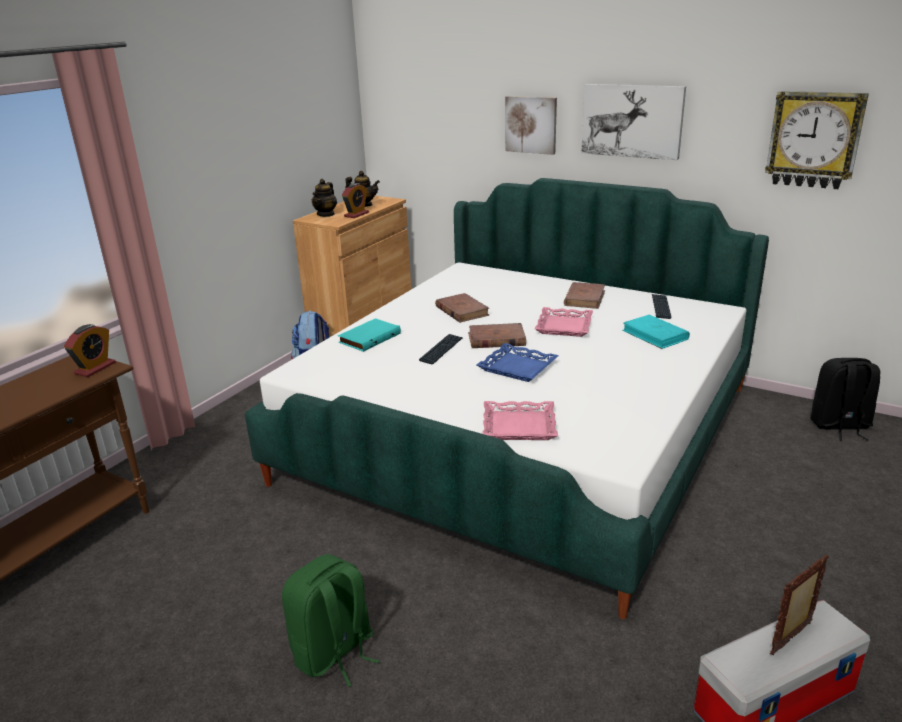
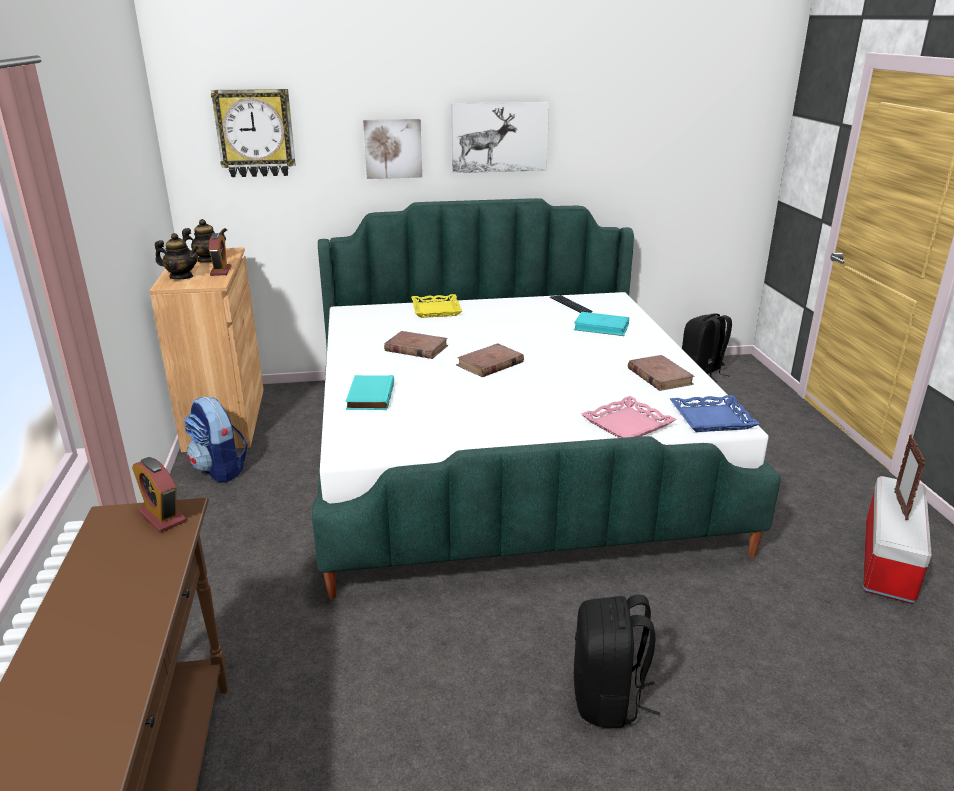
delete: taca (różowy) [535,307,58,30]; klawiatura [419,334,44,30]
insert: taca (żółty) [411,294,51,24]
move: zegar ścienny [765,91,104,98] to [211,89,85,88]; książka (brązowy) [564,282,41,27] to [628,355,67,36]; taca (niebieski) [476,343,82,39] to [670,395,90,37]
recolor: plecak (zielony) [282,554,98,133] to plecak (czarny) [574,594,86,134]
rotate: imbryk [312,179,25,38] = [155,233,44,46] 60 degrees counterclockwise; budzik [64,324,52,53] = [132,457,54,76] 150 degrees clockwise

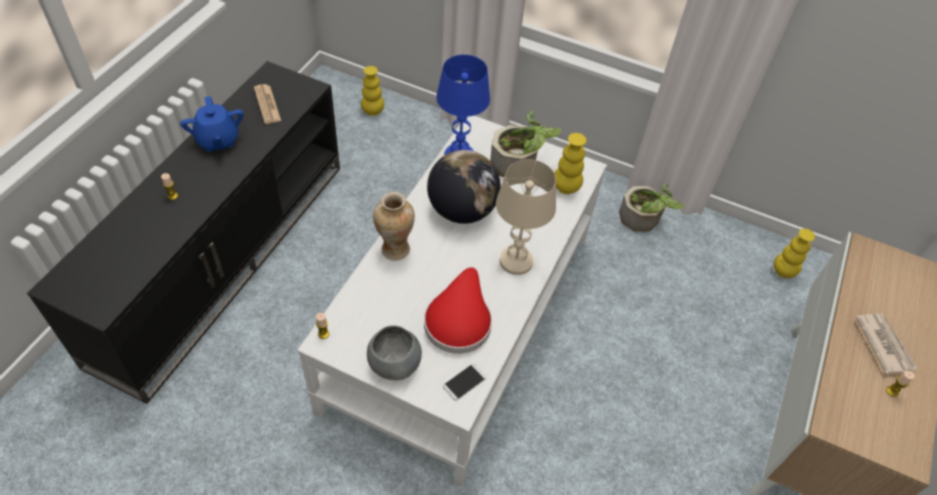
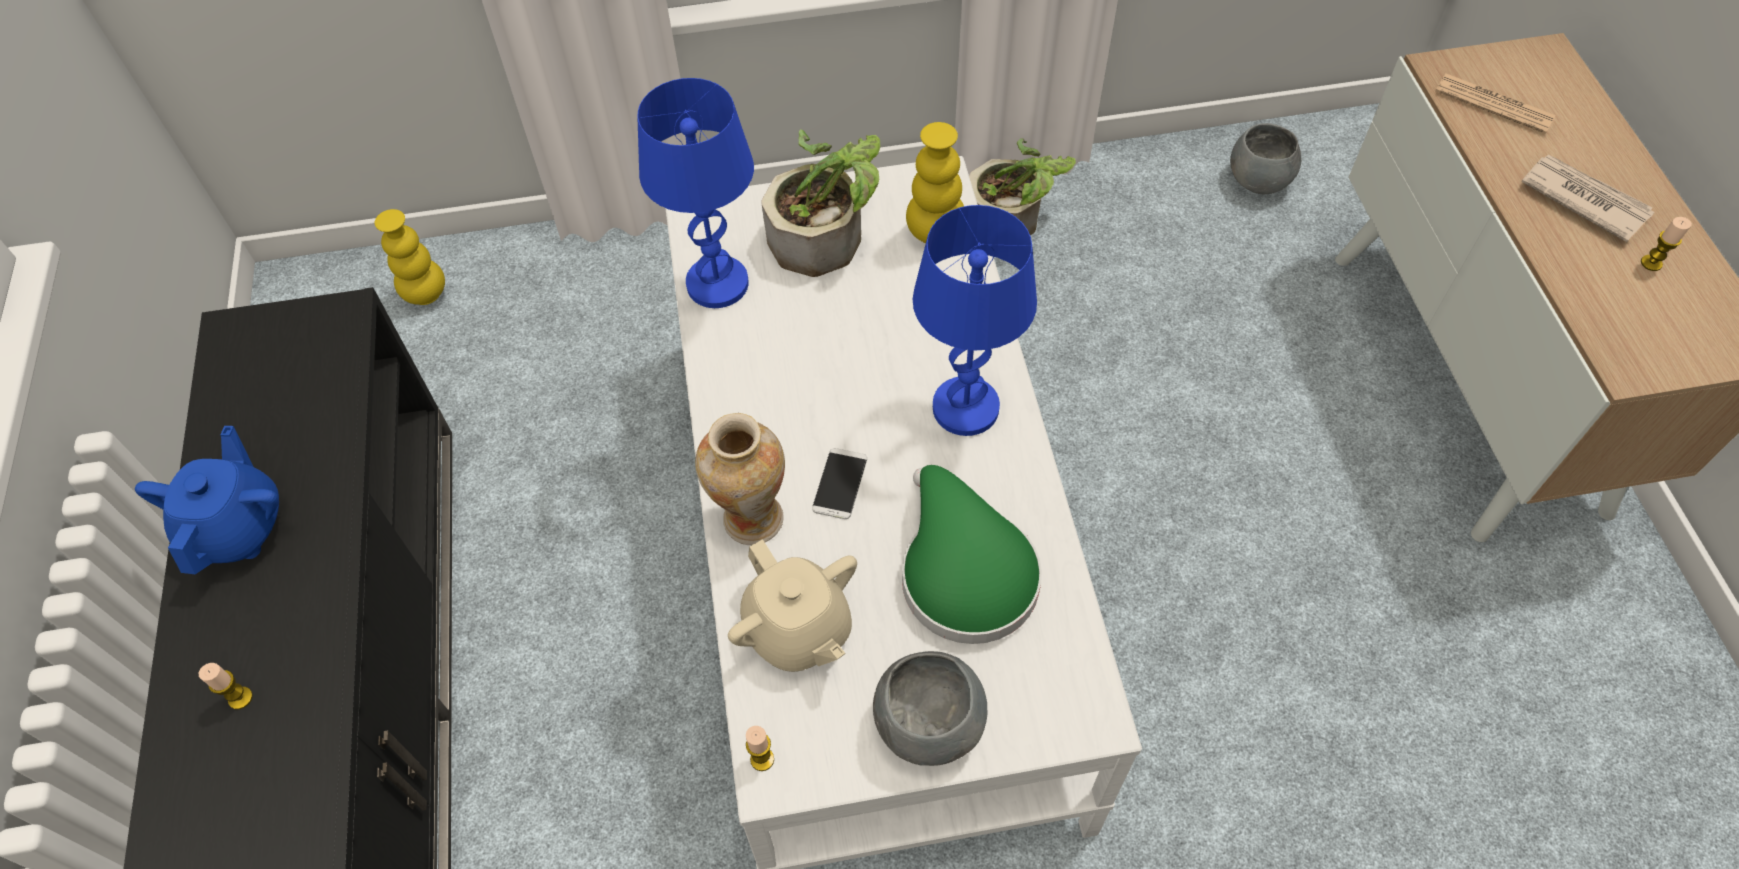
delete: globus [427,150,74,74]
insert: imbryk (beżowy) [728,539,129,133]
move: gazeta [254,84,27,40] to [1435,74,120,60]; telefon [443,364,43,37] to [812,448,55,71]
replace: wazon (żółty) [773,229,42,49] to miska (szary) [1230,123,72,71]
recolor: lampa stołowa (beżowy) [496,159,60,116] to lampa stołowa (niebieski) [913,205,124,231]; kapelusz (czerwony) [424,267,68,87] to kapelusz (zielony) [902,465,140,179]
rotate: imbryk (niebieski) [180,96,64,56] = [135,426,144,148] 120 degrees counterclockwise

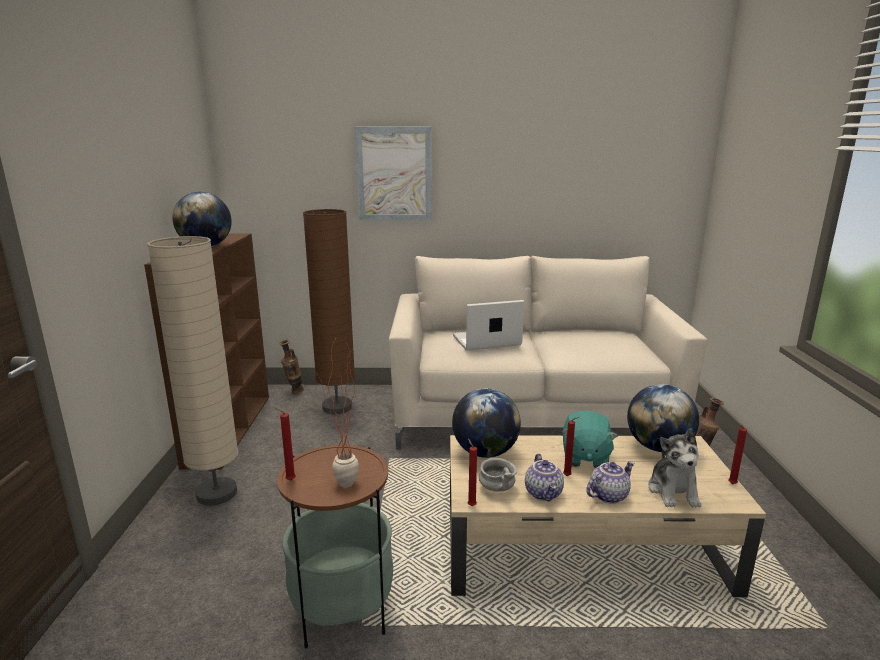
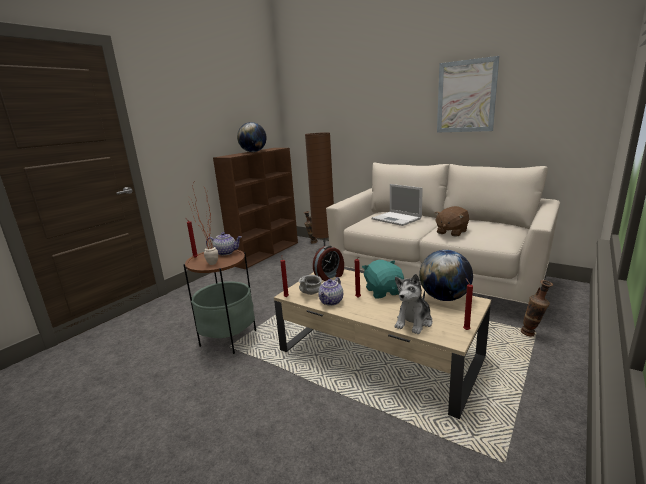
delete: lampa stojąca (beżowy) [147,236,91,270]
insert: pluszak (brązowy) [435,206,34,31]
move: obraz [355,127,77,93] to [437,56,62,76]; imbryk [586,461,49,42] to [206,232,36,24]
replace: globus [452,388,69,70] to budzik [313,245,31,36]
rotate: laptop [453,300,71,51] = [371,184,52,42] 150 degrees counterclockwise; pluszak (turkusowy) [562,410,56,58] = [362,260,42,39] 120 degrees clockwise

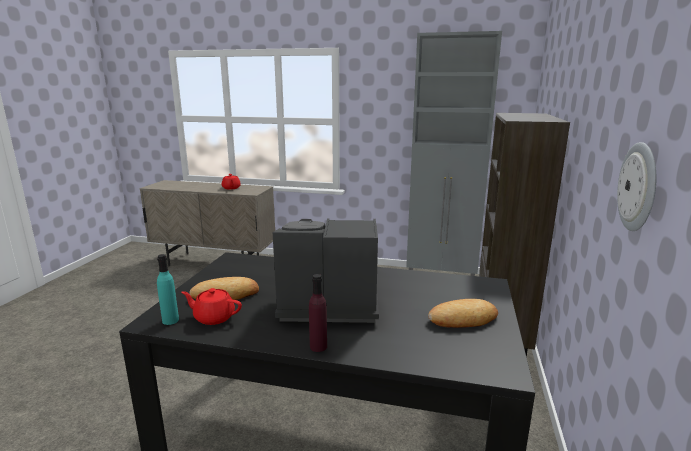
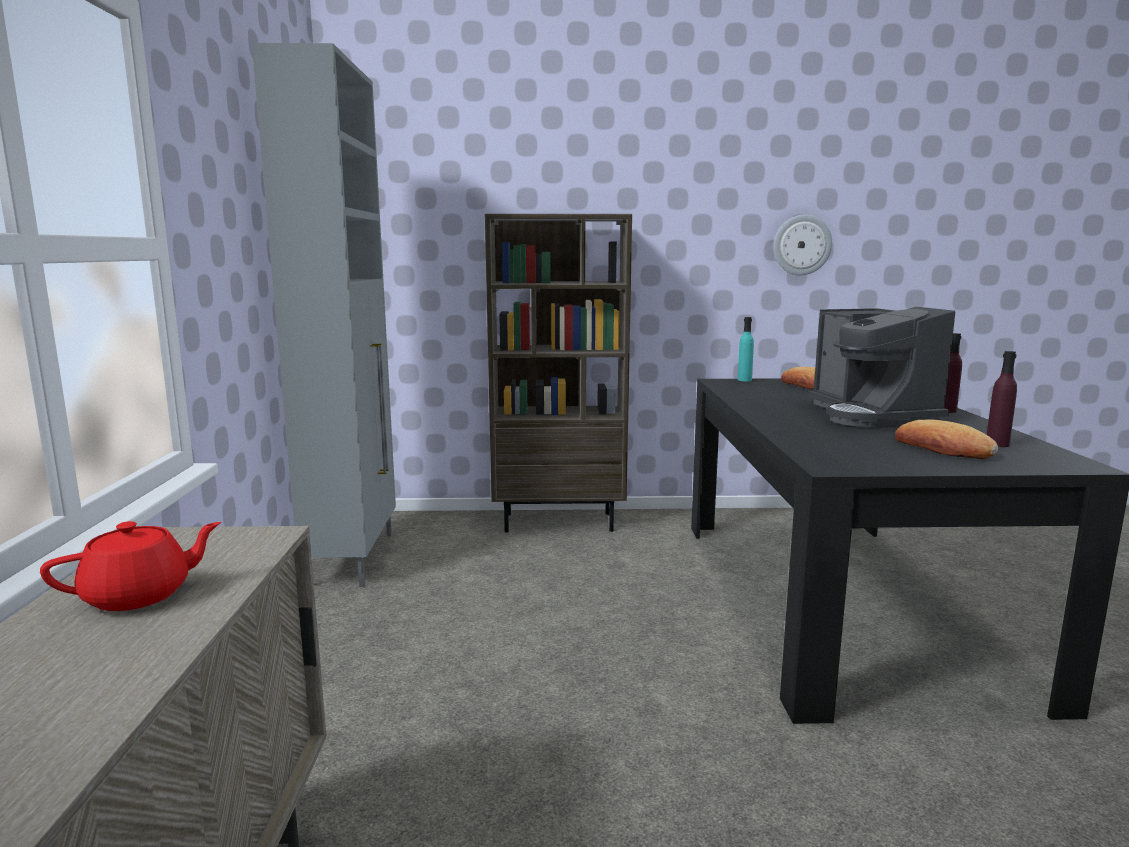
move: butelka (turkusowy) [157,254,22,71] to [738,317,16,64]
replace: imbryk (czerwony) [181,288,61,37] to butelka (fioletowy) [987,351,30,96]

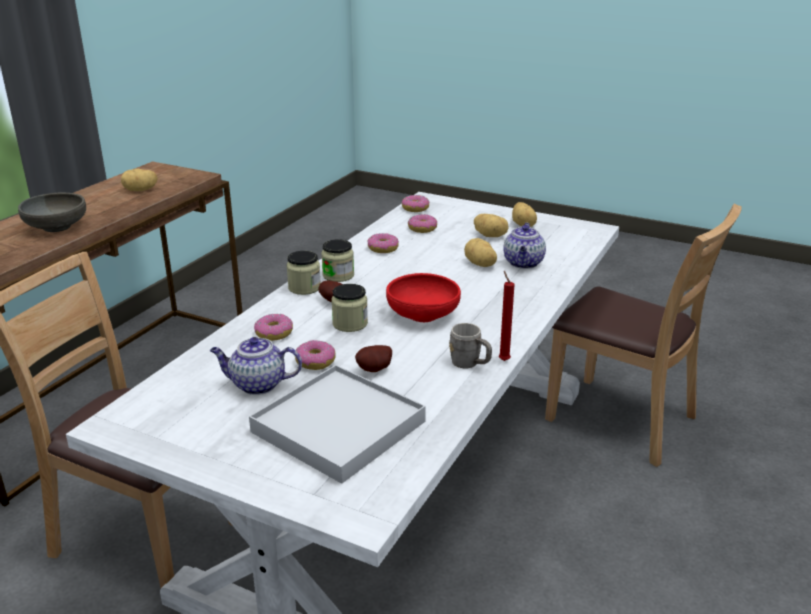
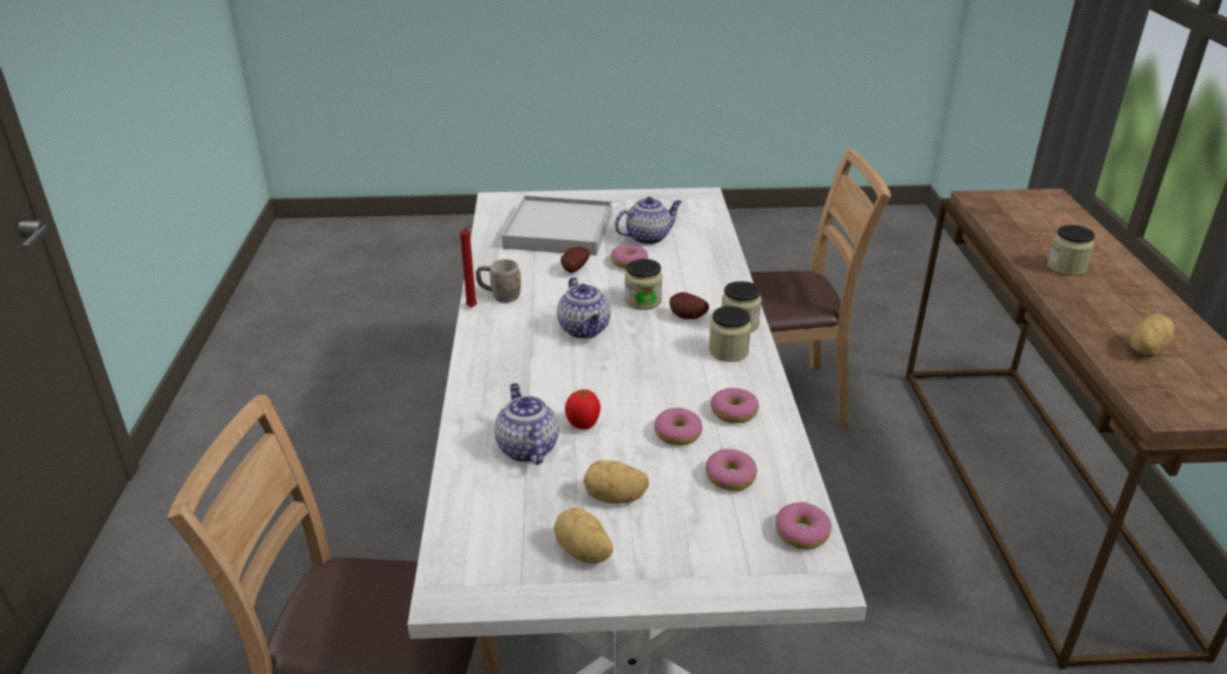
move: donut [254,314,39,27] to [654,407,48,39]
replace: miska (szary) [18,193,68,39] to słoik [1047,225,48,51]; ziemniak [464,238,33,29] to pomidor [565,389,36,41]; miska (czerwony) [386,273,75,49] to imbryk [557,277,54,62]

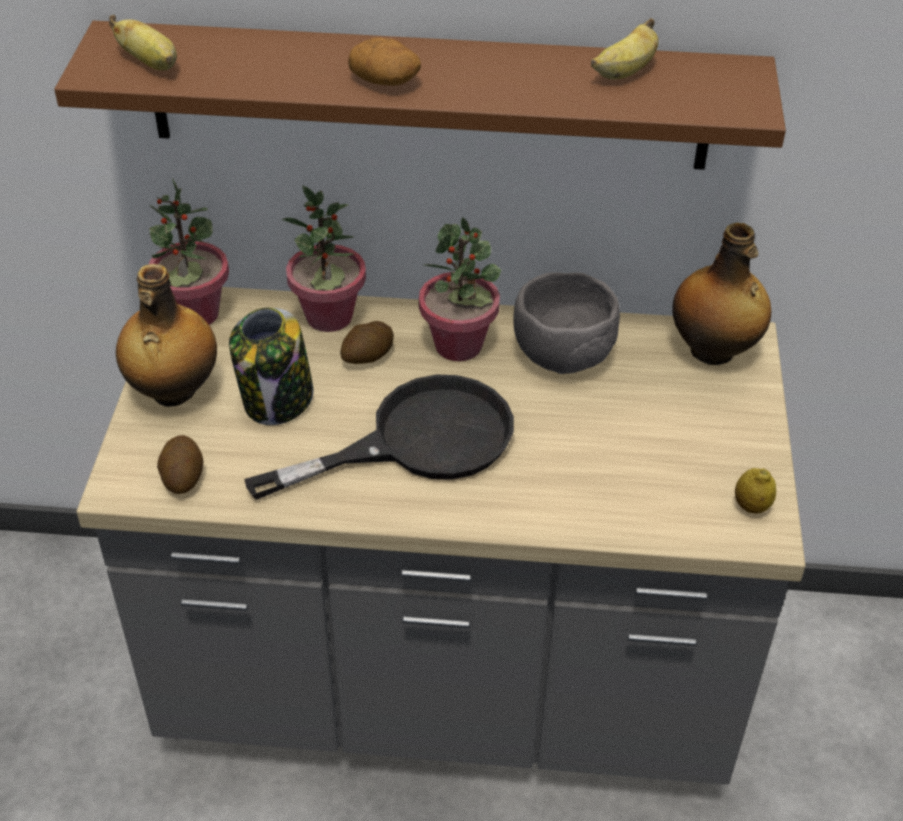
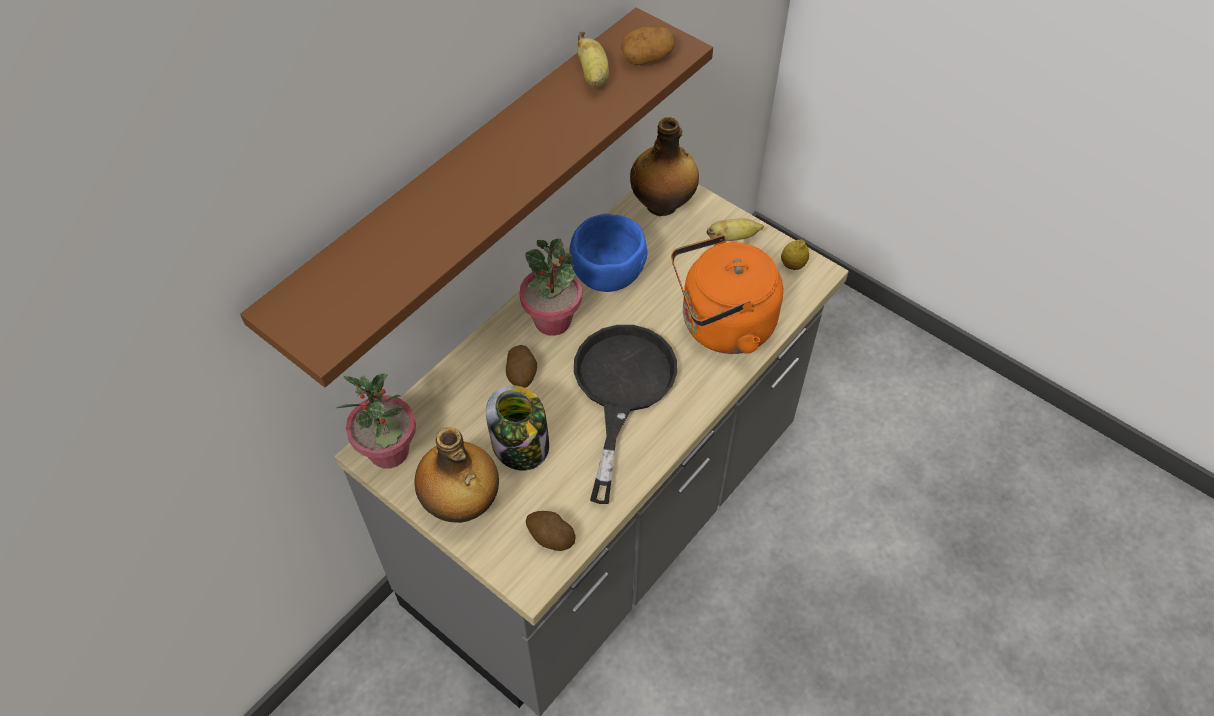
delete: roślina doniczkowa [282,185,84,147]
insert: czajnik (pomarańczowy) [671,235,112,119]
move: banan [109,15,68,55] to [706,218,58,23]; ziemniak [348,37,73,49] to [621,27,54,38]
recolor: miska (szary) [513,272,107,102] to miska (niebieski) [569,213,78,79]

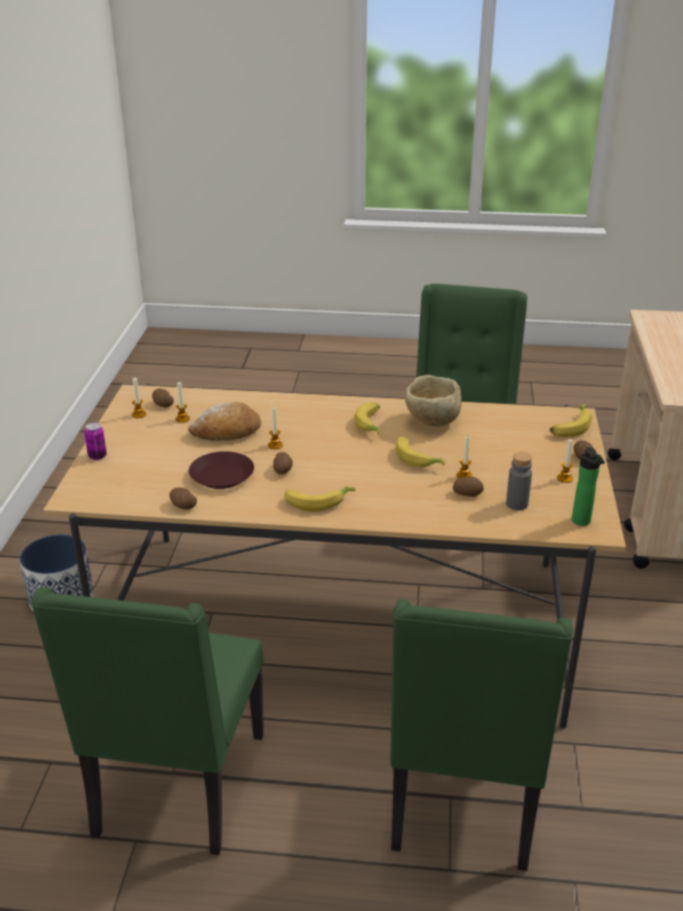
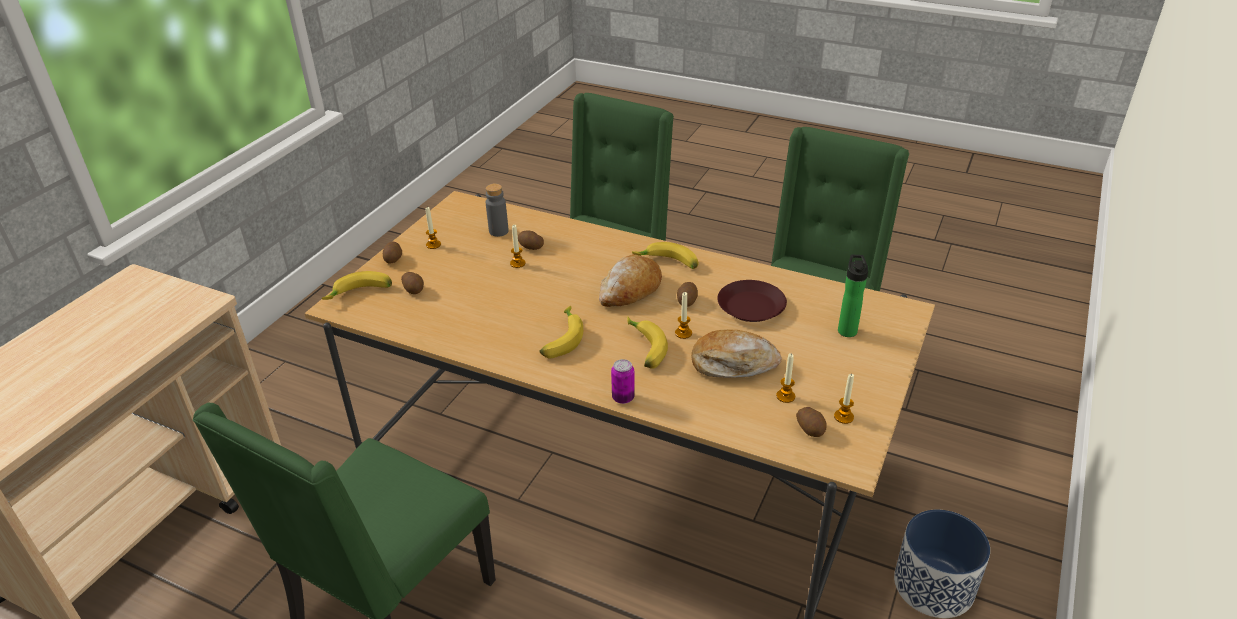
delete: miska (beżowy) [405,375,57,52]
insert: chleb [599,254,63,53]
move: puszka [84,422,23,38] to [611,359,24,45]; banan [396,436,49,31] to [627,317,41,52]; butelka [572,447,33,79] to [838,255,31,82]; ziemniak [169,487,28,22] to [401,272,23,22]

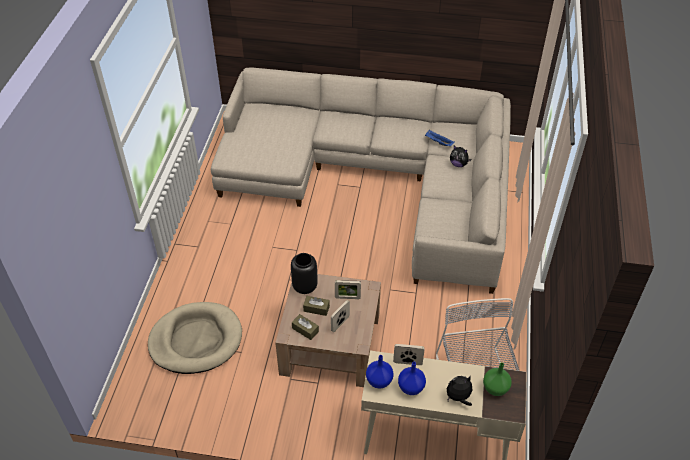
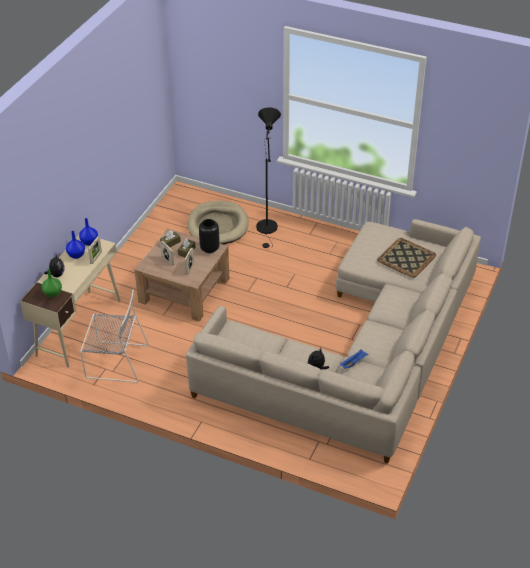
insert: lampa stojąca (czarny) [256,107,25,142]; taca [377,238,59,40]

